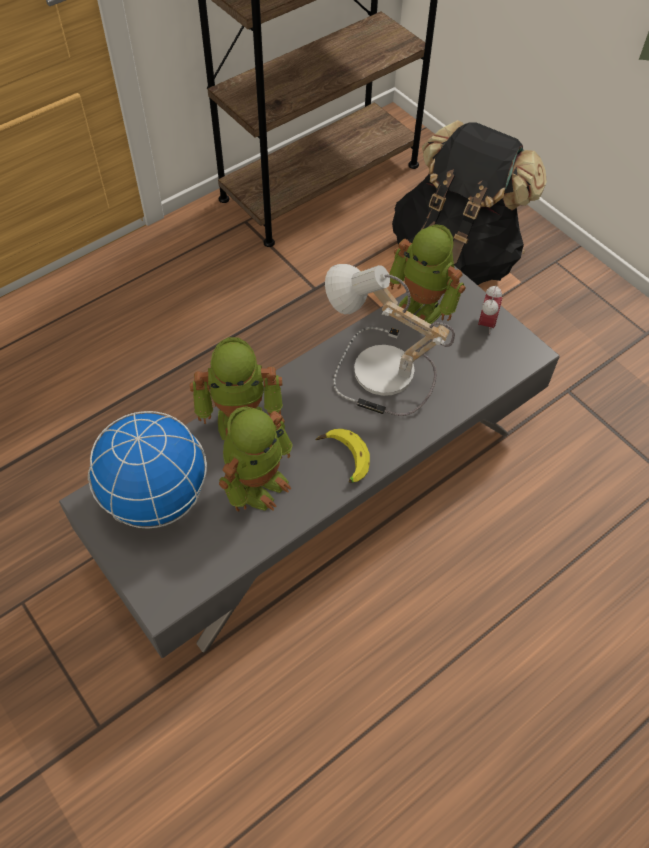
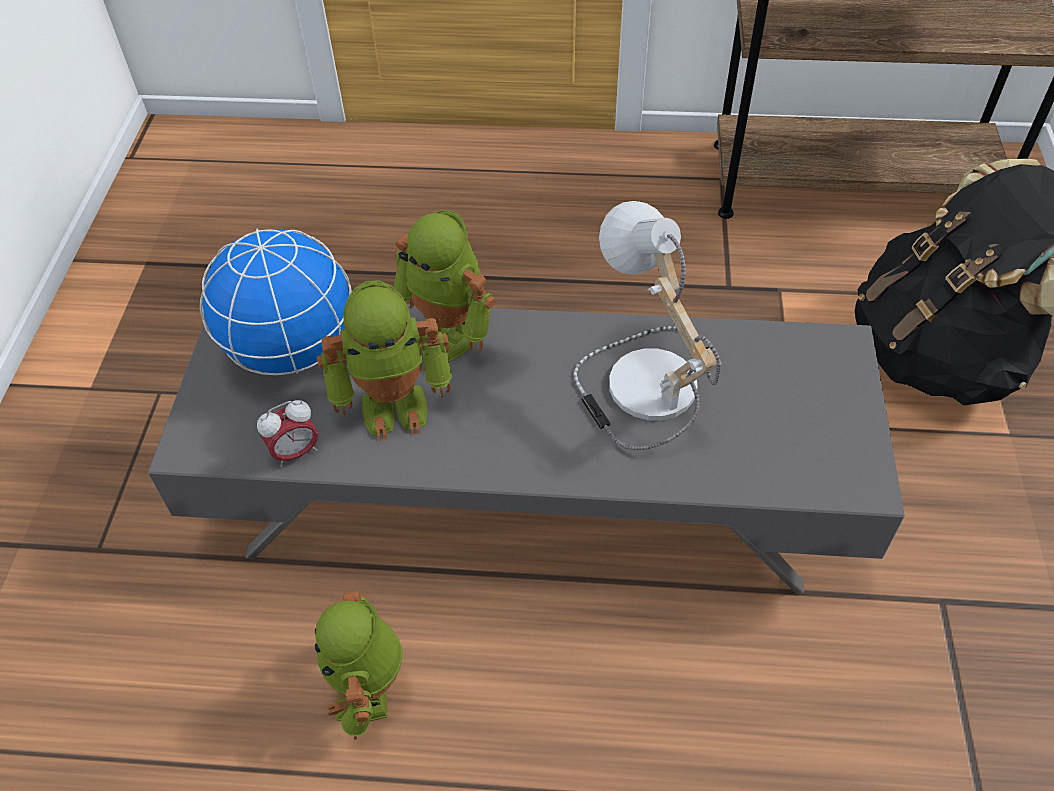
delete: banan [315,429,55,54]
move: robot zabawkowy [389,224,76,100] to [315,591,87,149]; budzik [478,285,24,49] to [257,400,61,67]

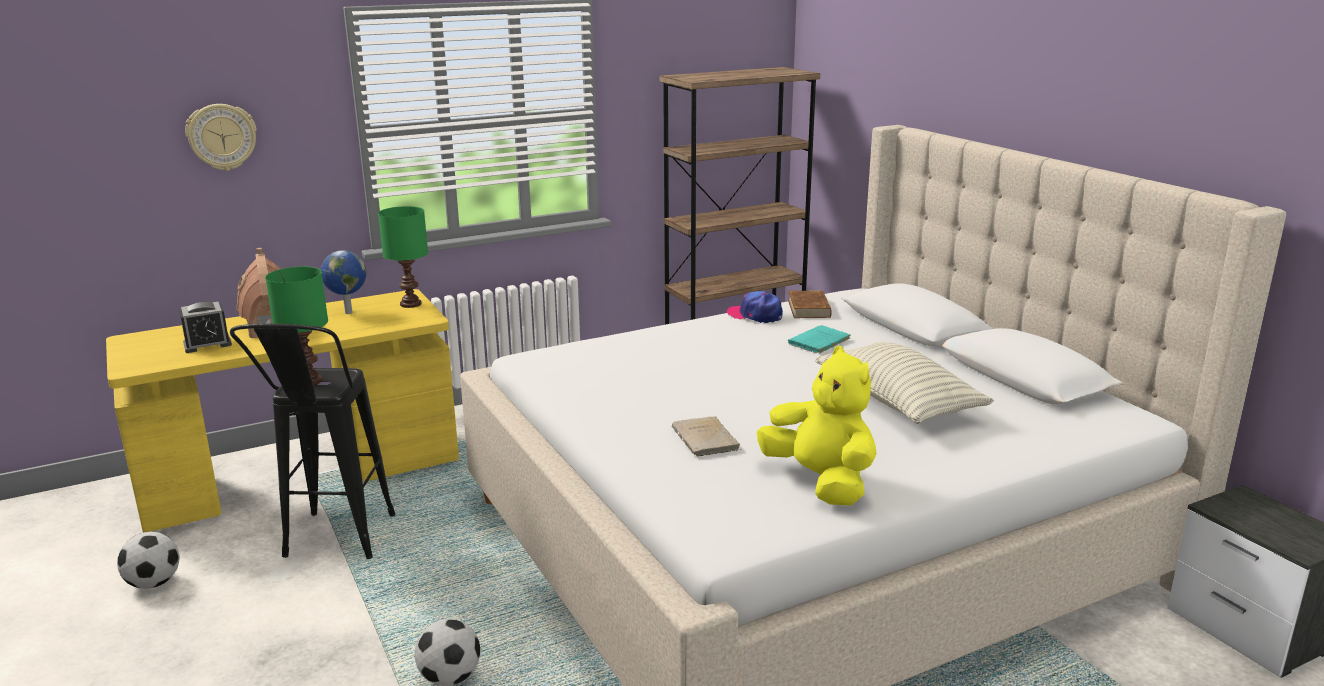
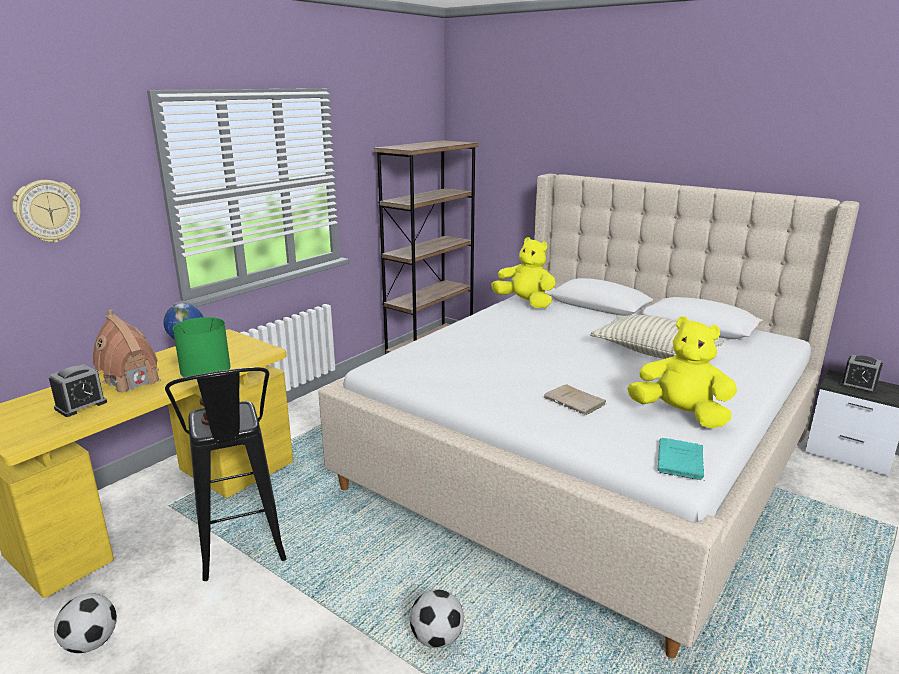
delete: lampa stołowa (zielony) [378,206,50,102]; czapka z daszkiem [727,291,56,32]
insert: budzik [840,354,43,40]
move: książka (turkusowy) [788,325,63,29] to [658,438,47,43]
replace: książka (brązowy) [788,290,44,28] to pluszak (żółty) [491,237,64,71]

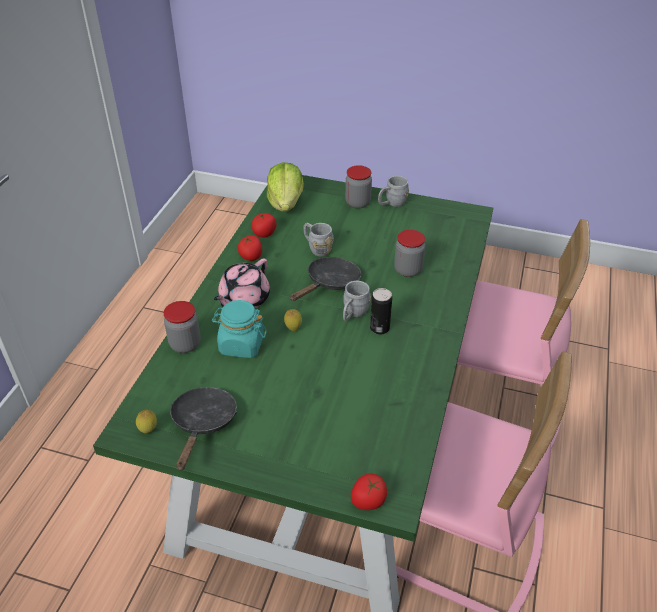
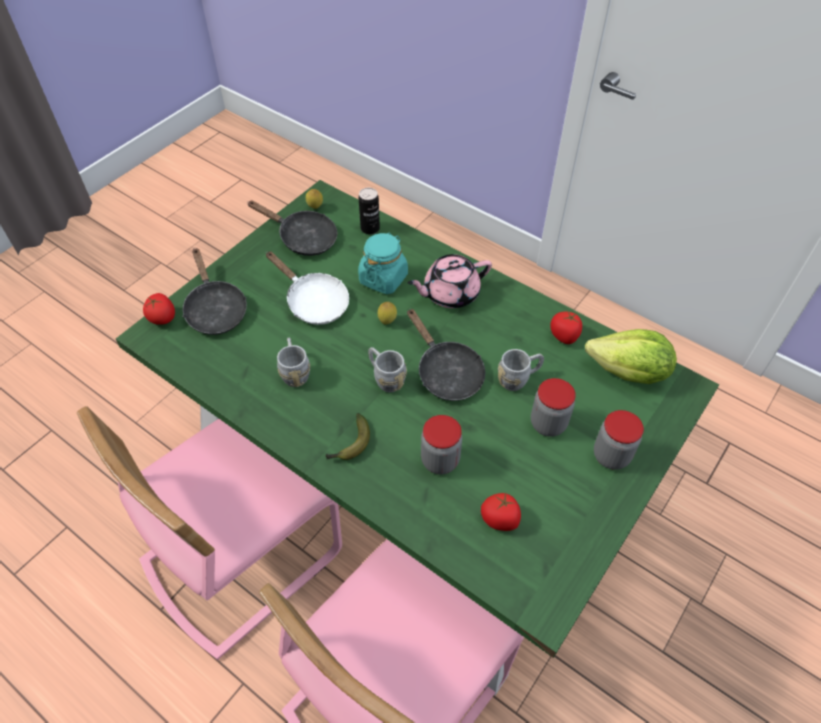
insert: patelnia (czarny) [182,249,65,86]; patelnia (biały) [266,251,83,74]; banan [326,413,44,47]
move: kubek (szary) [378,176,31,31] to [277,337,33,50]; pomidor [238,235,24,26] to [481,492,40,39]; puszka [370,288,22,46] to [358,188,22,46]; słoik [164,301,37,52] to [531,378,45,59]
rotate: imbryk (różowy) [214,258,56,50] = [408,254,84,54] 75 degrees counterclockwise

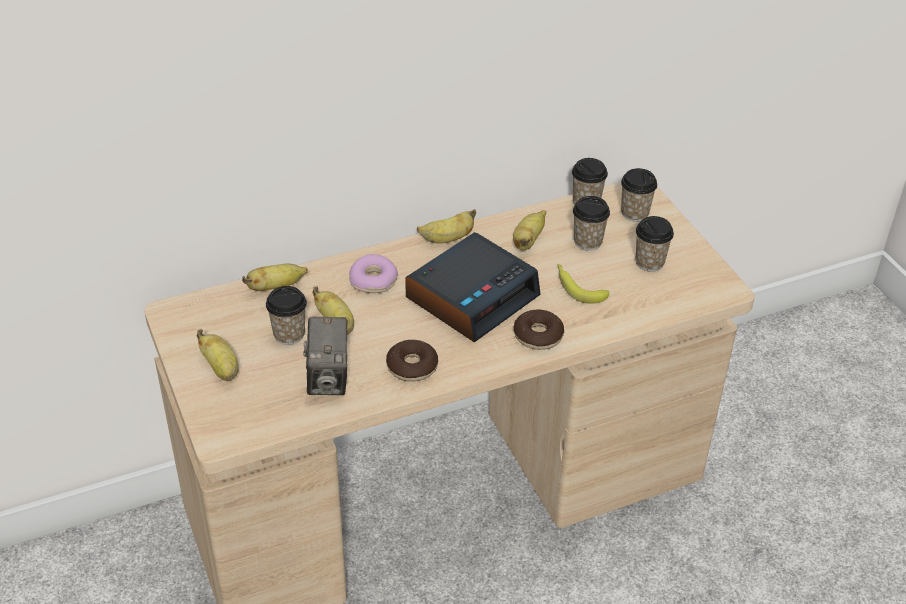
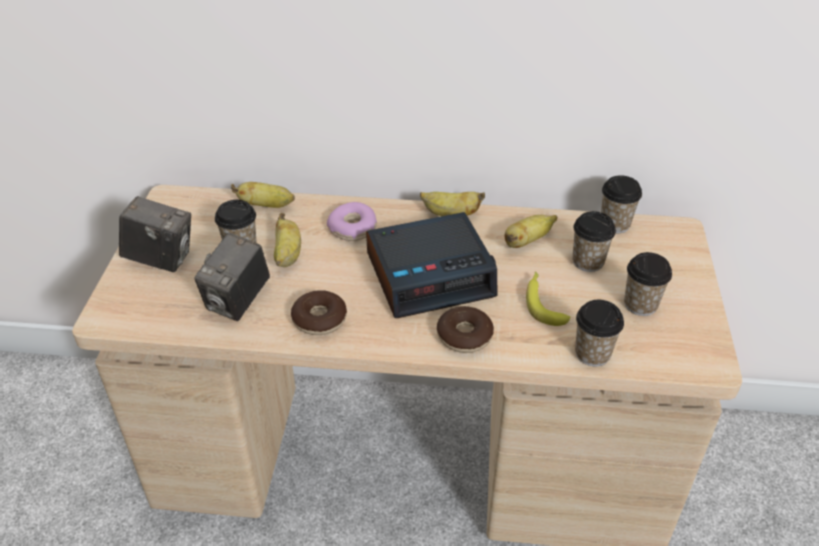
move: filiżanka [621,168,36,54] to [575,300,49,66]
replace: banan [197,329,42,52] to aparat fotograficzny [119,196,72,76]

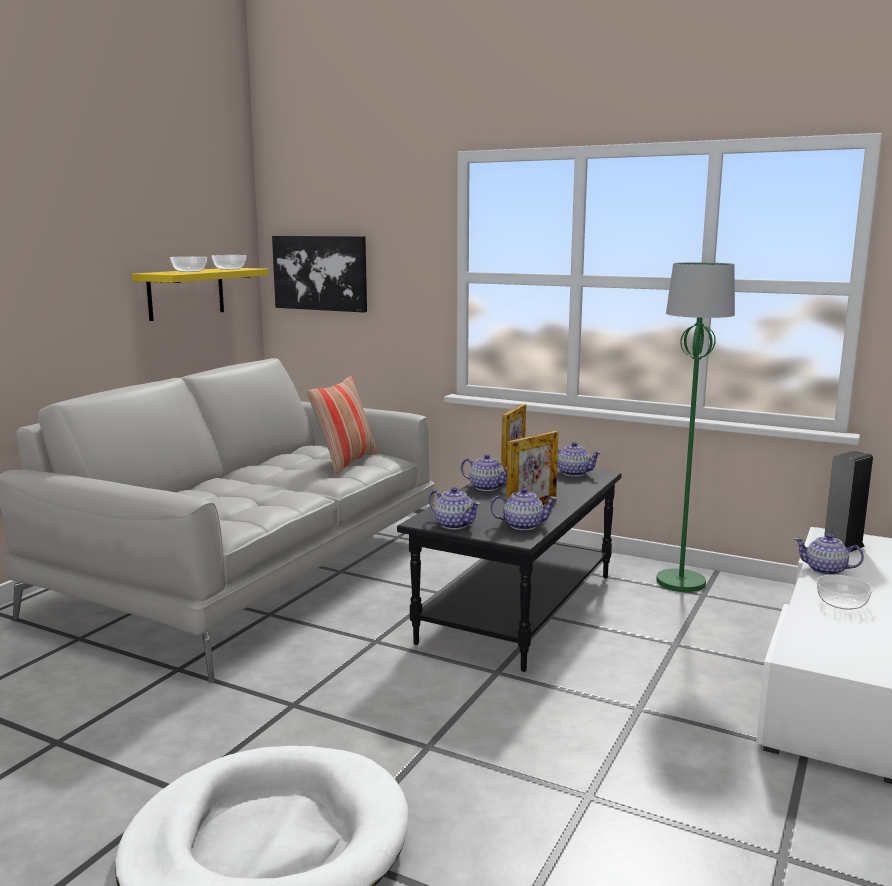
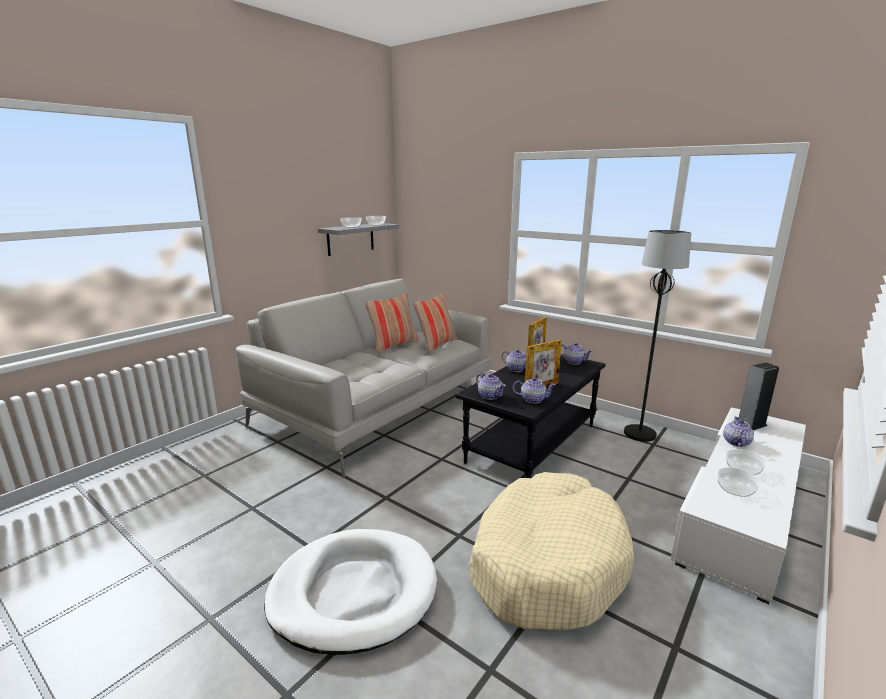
delete: obraz [272,236,95,76]
insert: poduszka [365,293,54,60]; miska [718,467,42,30]; legowisko (beżowy) [469,472,165,158]
recolor: lampa stojąca (zielony) [656,262,79,330] to lampa stojąca (czarny) [624,230,67,212]; półka (żółty) [132,268,137,53] to półka (szary) [318,223,81,33]
rotate: imbryk [794,534,70,41] = [723,416,31,31] 75 degrees clockwise

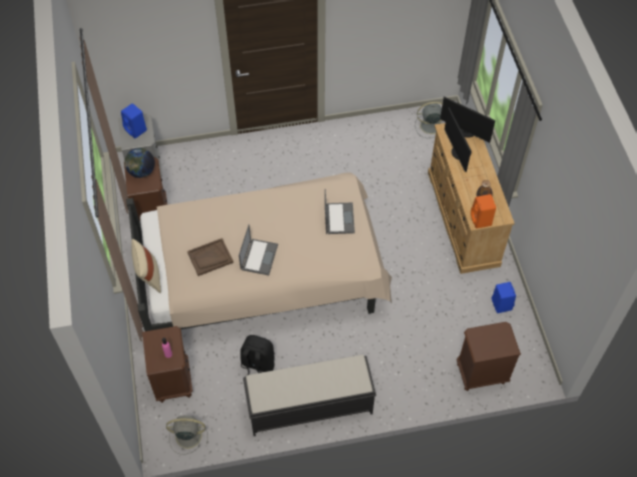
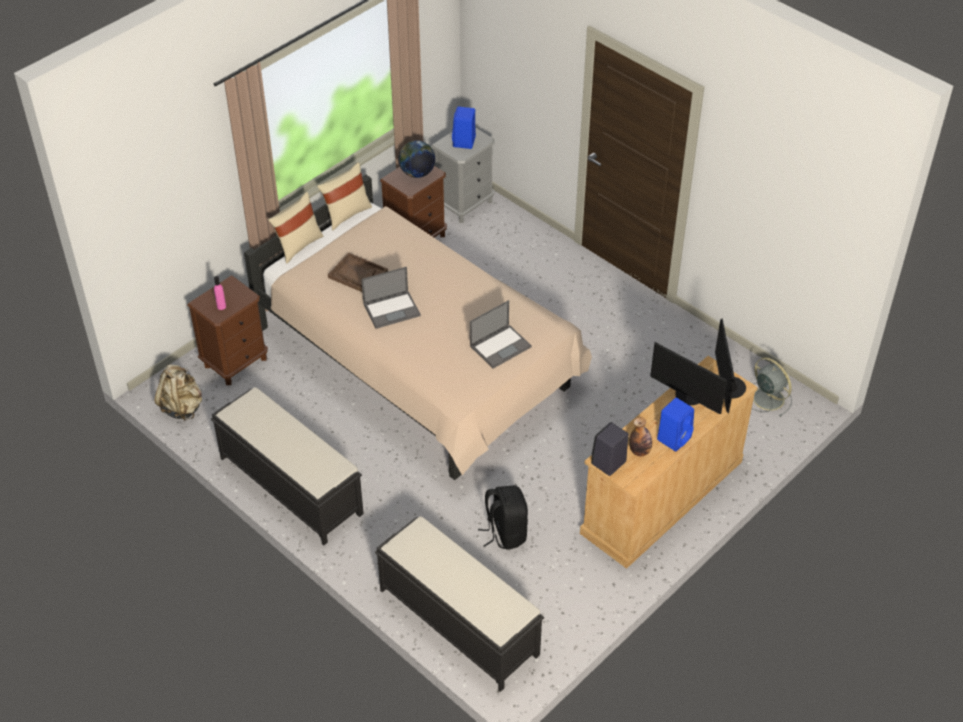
insert: poduszka (beżowy) [317,162,55,68]
move: głośnik (niebieski) [491,282,25,31] to [657,398,37,53]; plecak (czarny) [240,335,35,43] to [478,485,50,65]
replace: szafka nocna (brązowy) [457,322,64,69] to ławka (czarny) [375,516,169,176]; wentylator (szary) [166,415,42,40] to plecak (beżowy) [155,365,47,56]
recolor: głośnik (pomarańczowy) [471,194,25,35] to głośnik (czarny) [591,422,38,54]
rotate: monitor [444,107,28,65] = [650,342,77,72] 90 degrees counterclockwise

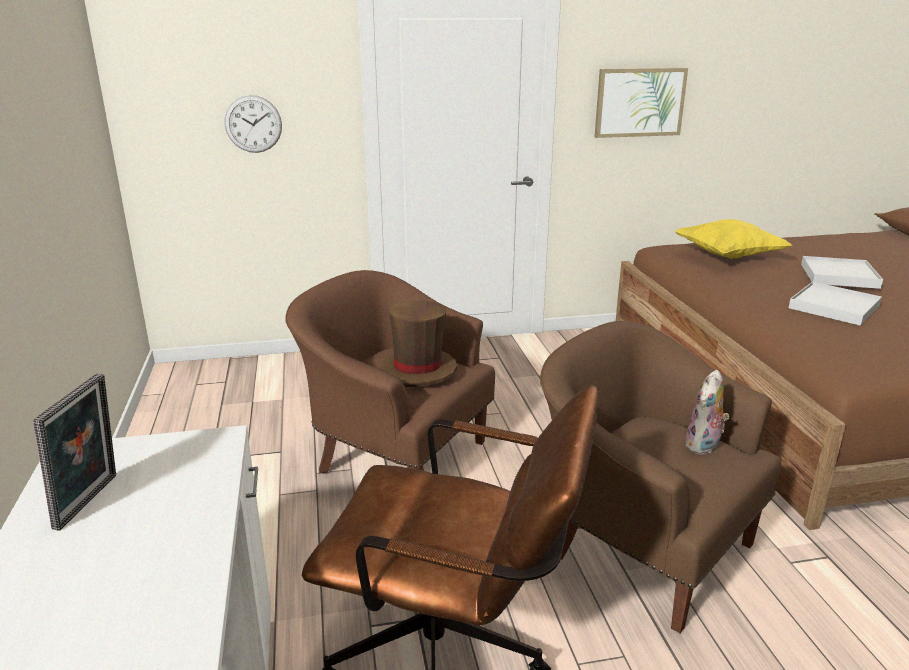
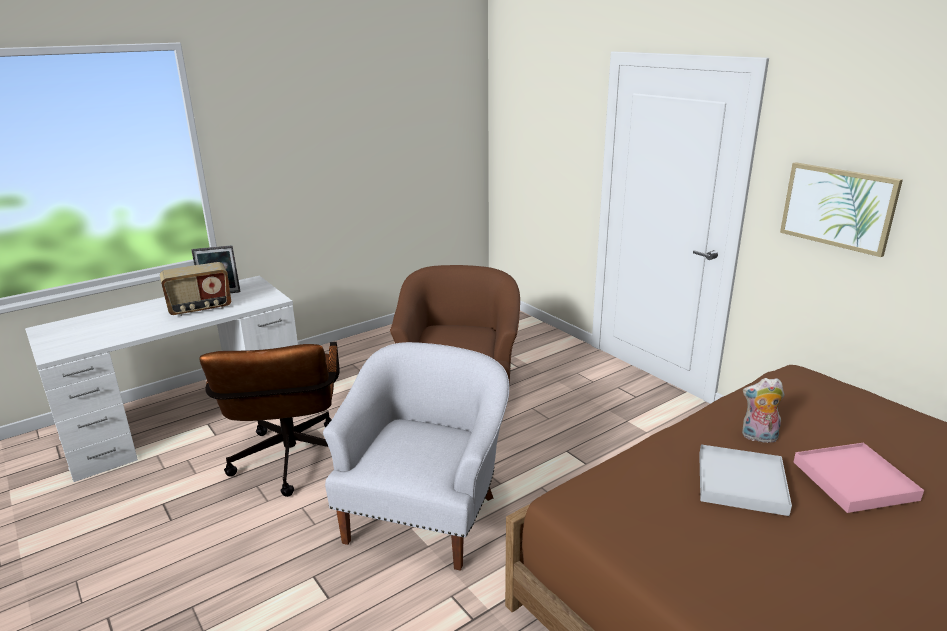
delete: zegar ścienny [225,95,57,58]; poduszka (żółty) [674,219,118,40]; kapelusz (brązowy) [379,300,78,87]
insert: radio [160,262,71,54]
move: pluszak [685,370,45,85] to [742,378,43,65]
recolor: taca (biały) [801,256,82,33] to taca (różowy) [794,443,130,70]; fotel (brązowy) [540,321,241,312] to fotel (biały) [323,342,186,229]

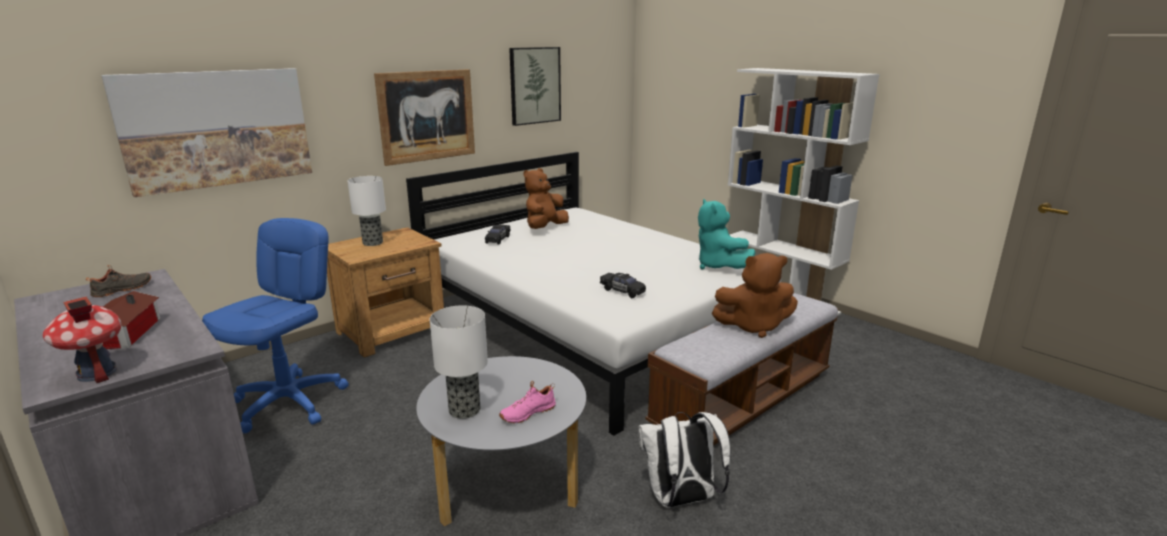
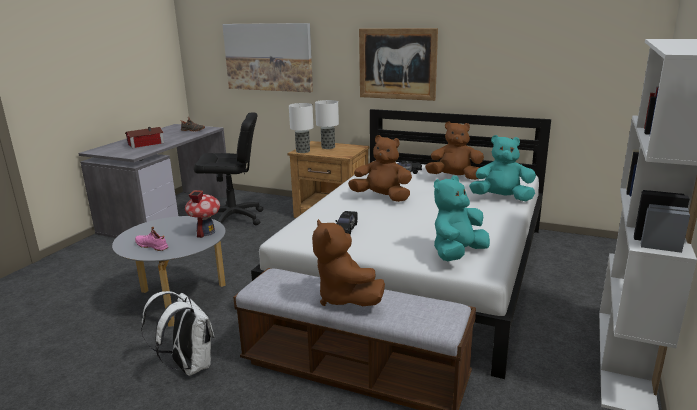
delete: obraz [509,47,52,79]
insert: pluszak (brązowy) [348,135,64,67]; pluszak (turkusowy) [469,135,67,66]
move: domek [42,296,79,87] to [185,190,35,48]; lampa stołowa [430,305,58,114] to [289,103,25,50]
recolor: krzesło biurowe (niebieski) [202,218,147,215] to krzesło biurowe (czarny) [194,112,69,113]

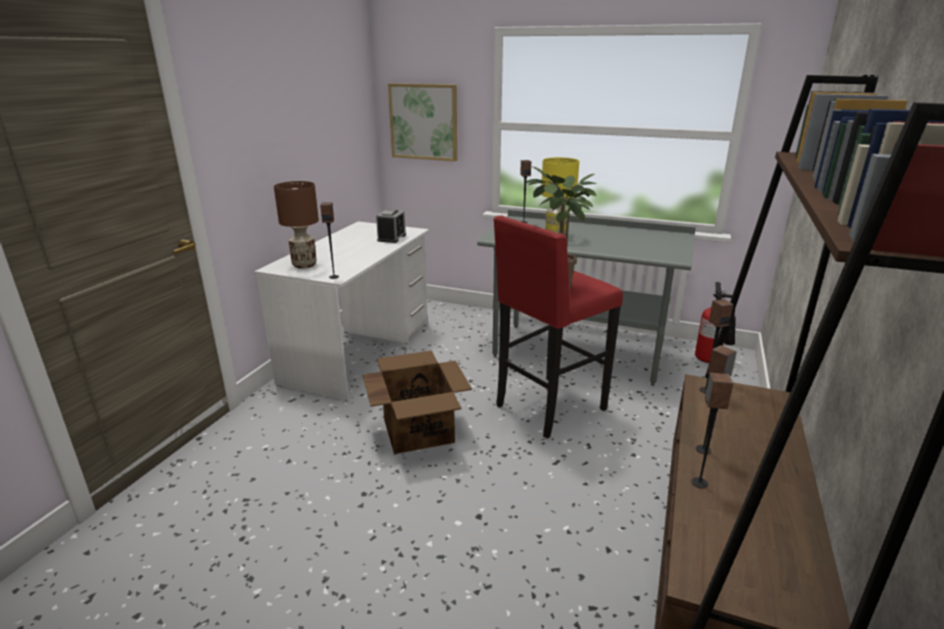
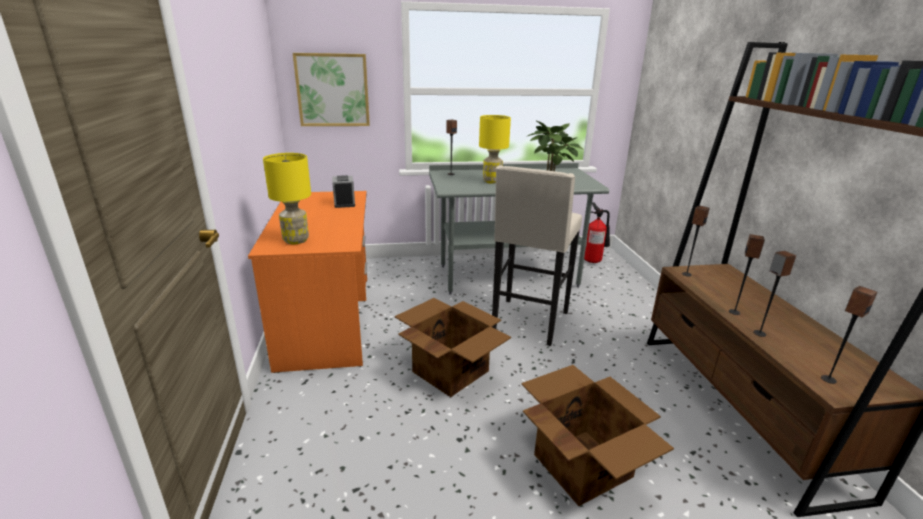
insert: karton [521,365,153,141]
move: głośnik [320,202,19,77] to [821,286,56,98]
recolor: lampa stołowa (brązowy) [274,181,45,88] to lampa stołowa (żółty) [263,153,48,91]; stołek (czerwony) [493,215,130,224] to stołek (beżowy) [492,165,90,181]; biurko (biały) [254,221,175,180] to biurko (pomarańczowy) [248,191,119,182]

